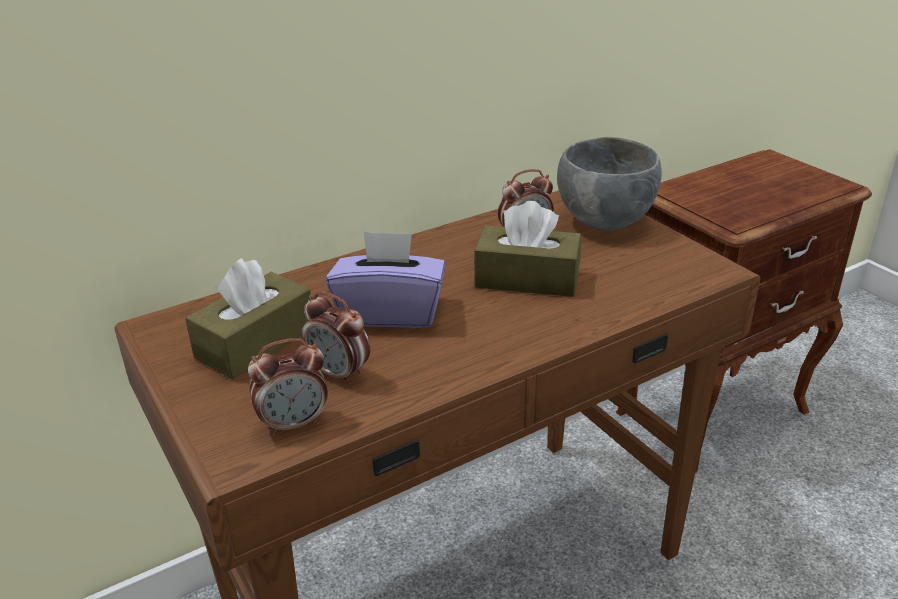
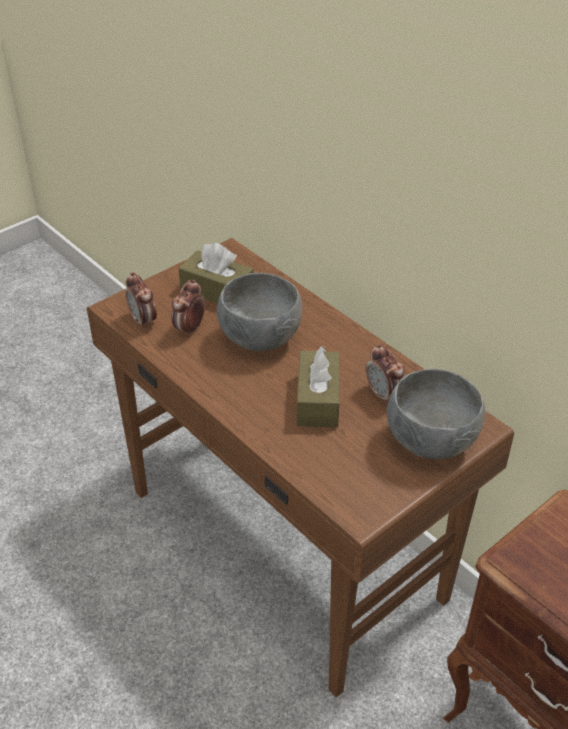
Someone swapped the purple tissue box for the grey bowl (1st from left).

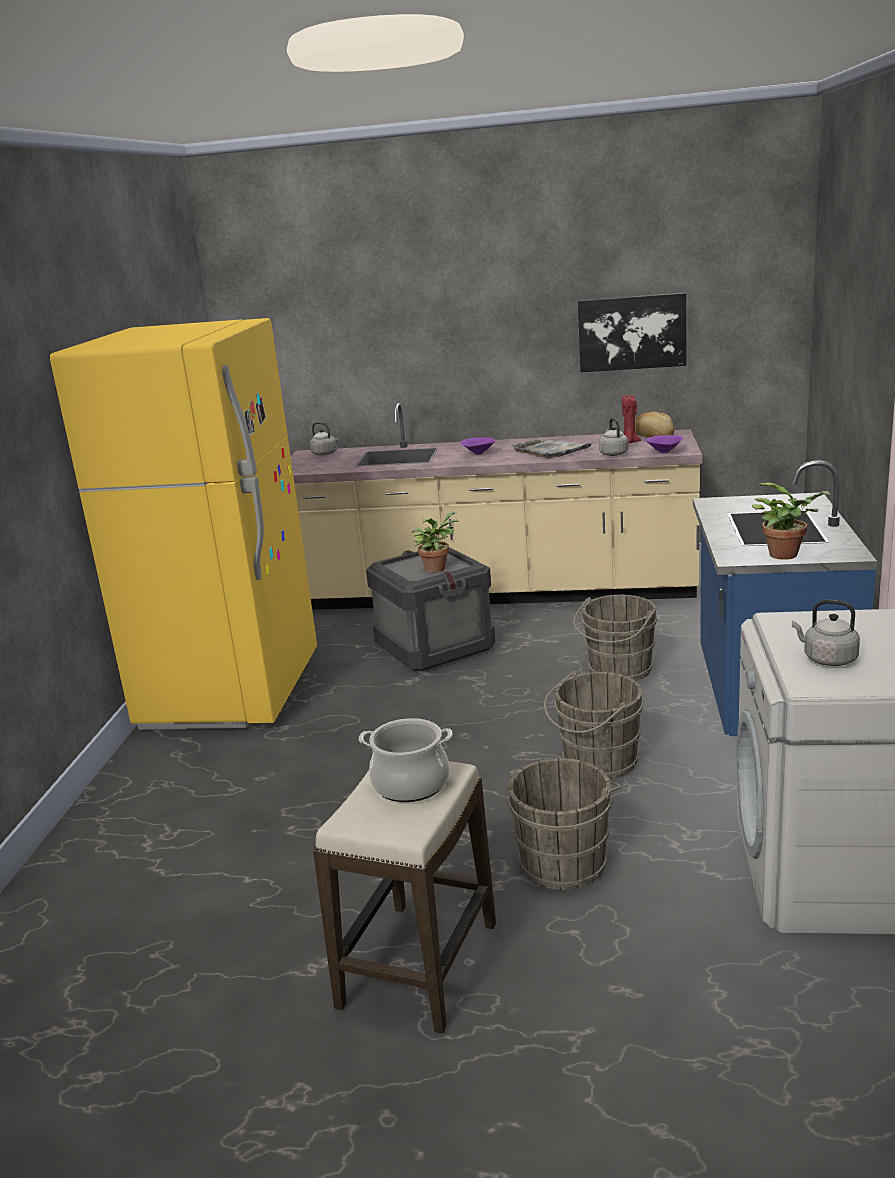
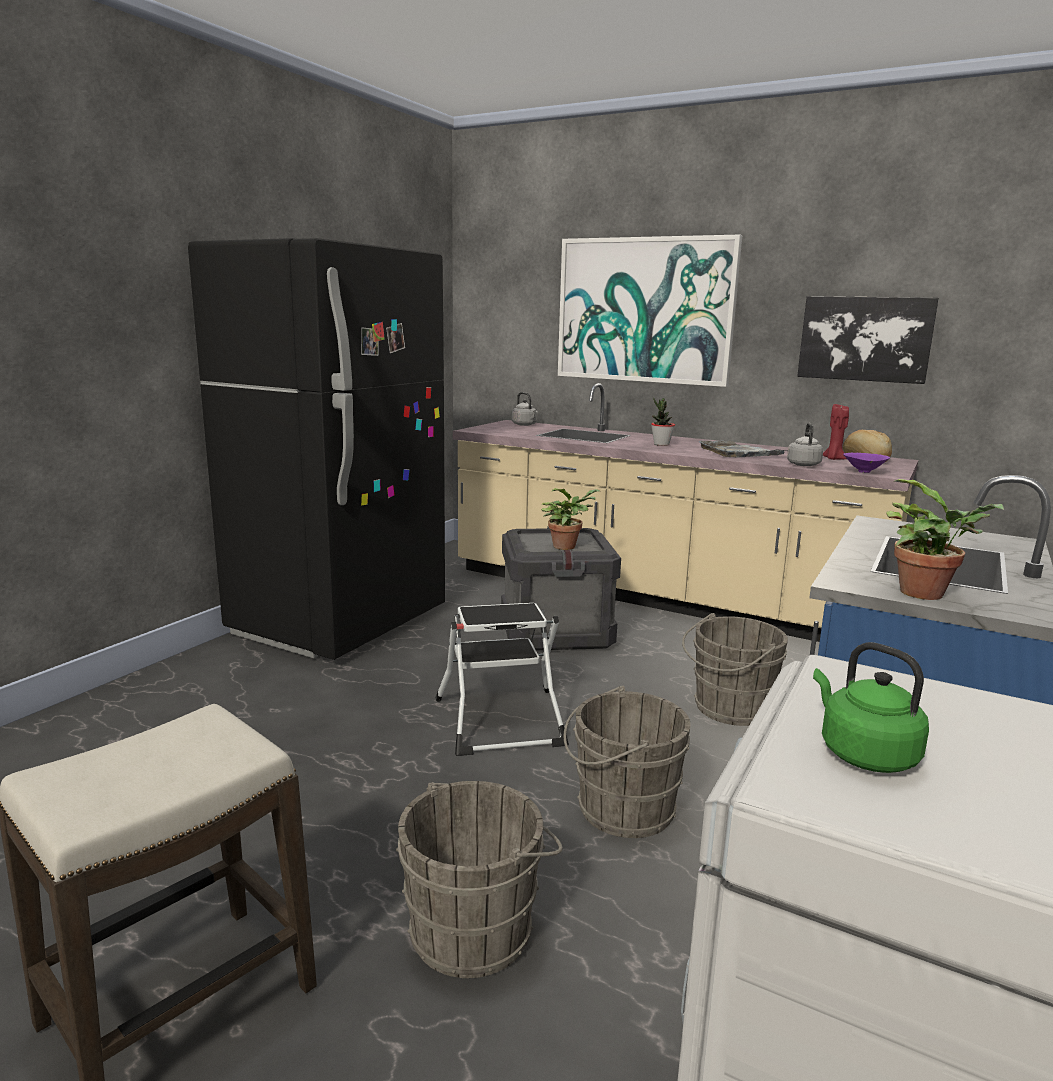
Someone repainted the yellow fridge, which became the black fridge. Someone swapped the purple bowl (1st from left) for the potted plant (2nd from left). Someone repainted the grey kettle (3rd from left), which became the green kettle. Someone took away the cooking pot. Someone put up the picture (1st from left). Someone put down the step ladder.

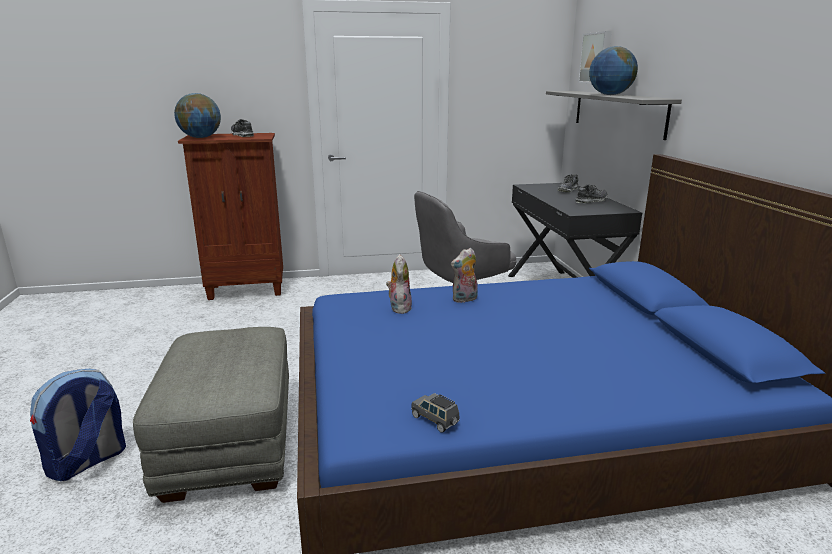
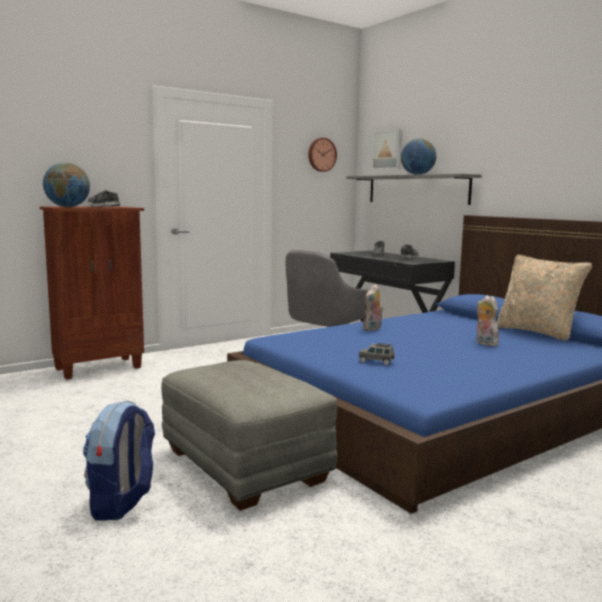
Someone carried the plush toy (1st from left in the first image). Someone carried the grey toy car. Someone put up the wall clock. Someone put down the beige pillow.

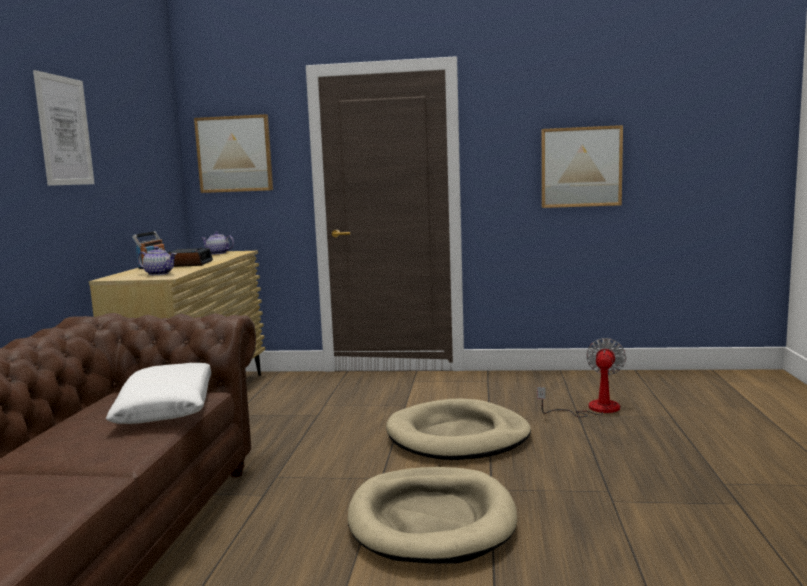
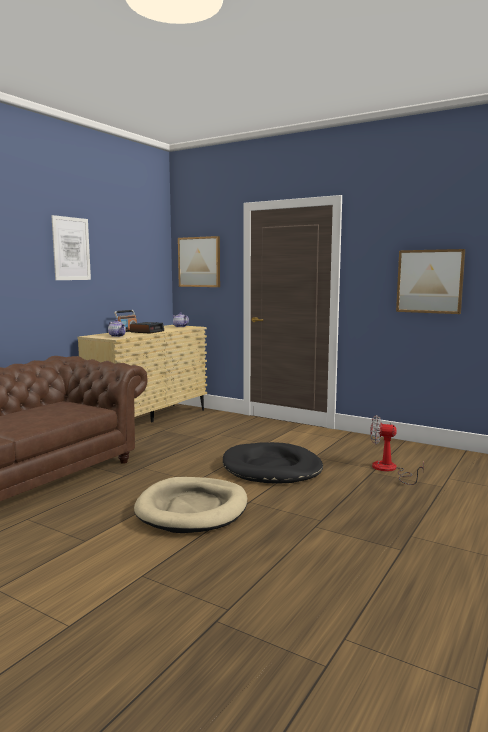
Someone rotated the fan by 120 degrees counterclockwise. Someone took away the white pillow. Someone repainted the beige dog bed (2nd from left), which became the black dog bed.

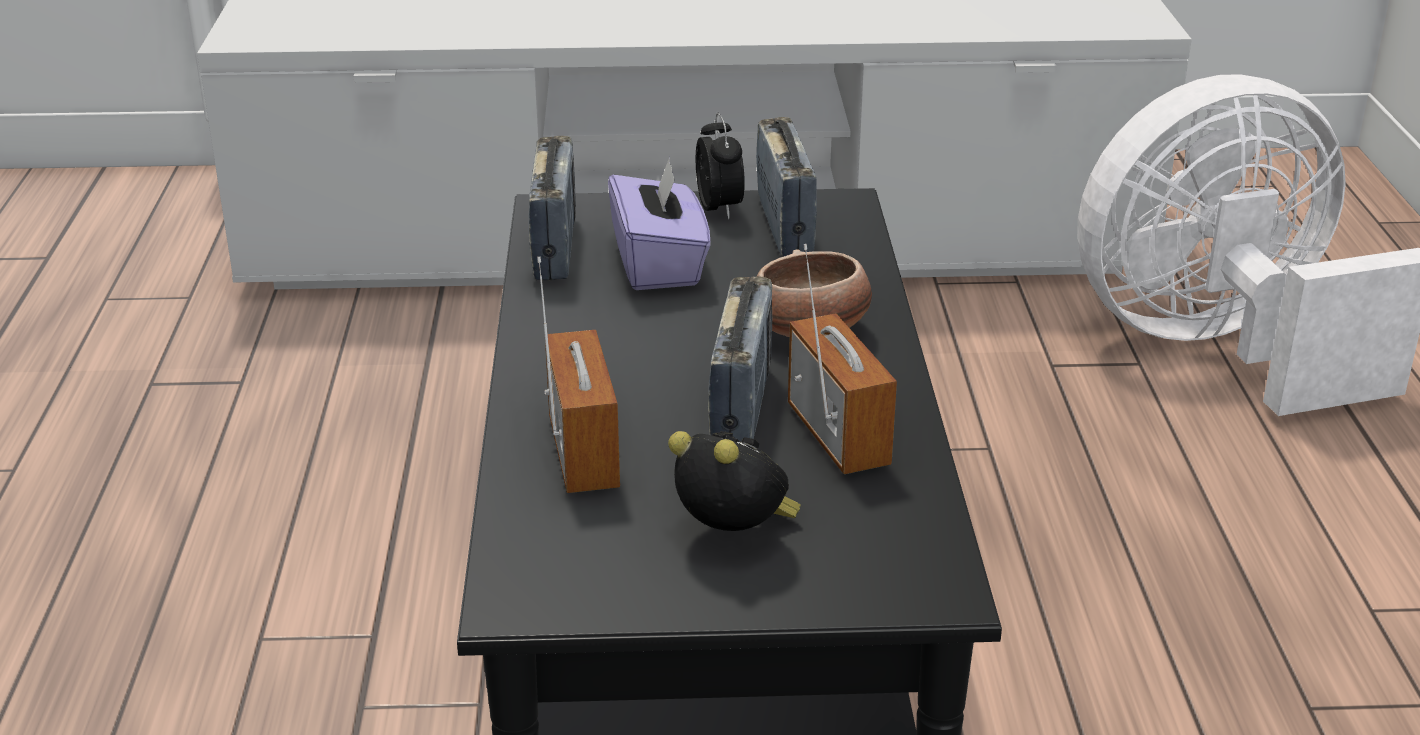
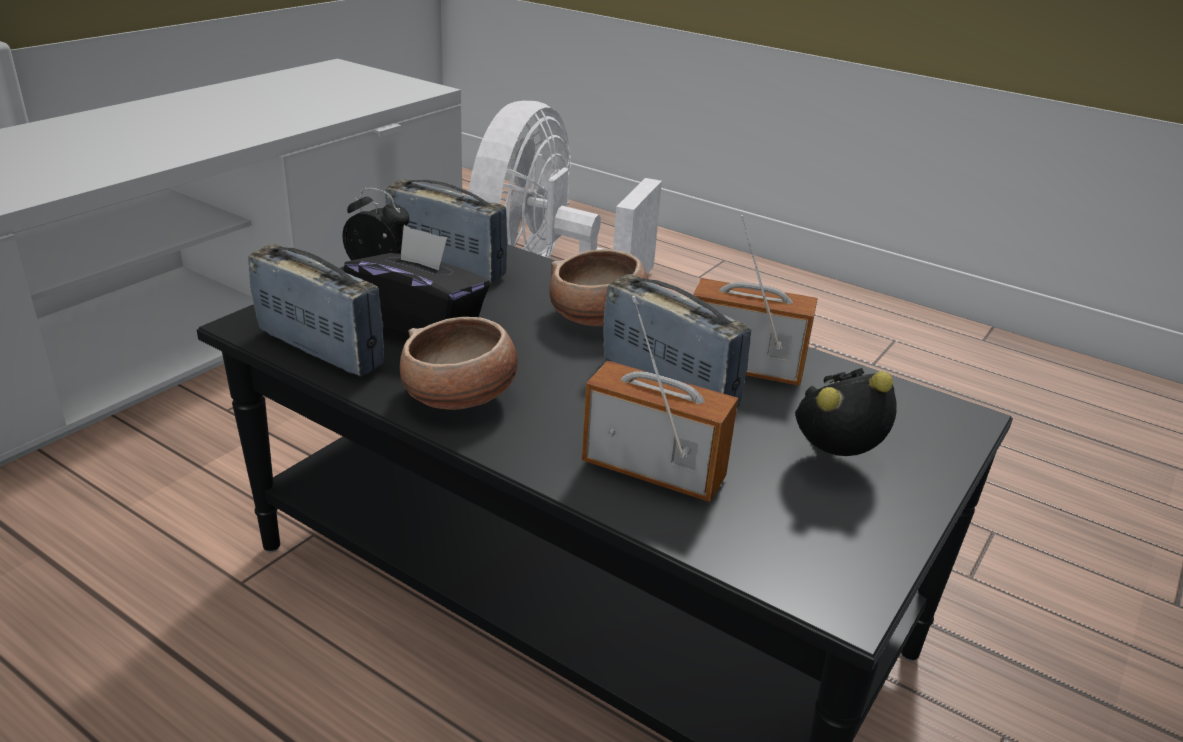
Someone repainted the purple tissue box, which became the black tissue box. Someone put down the bowl (1st from left).

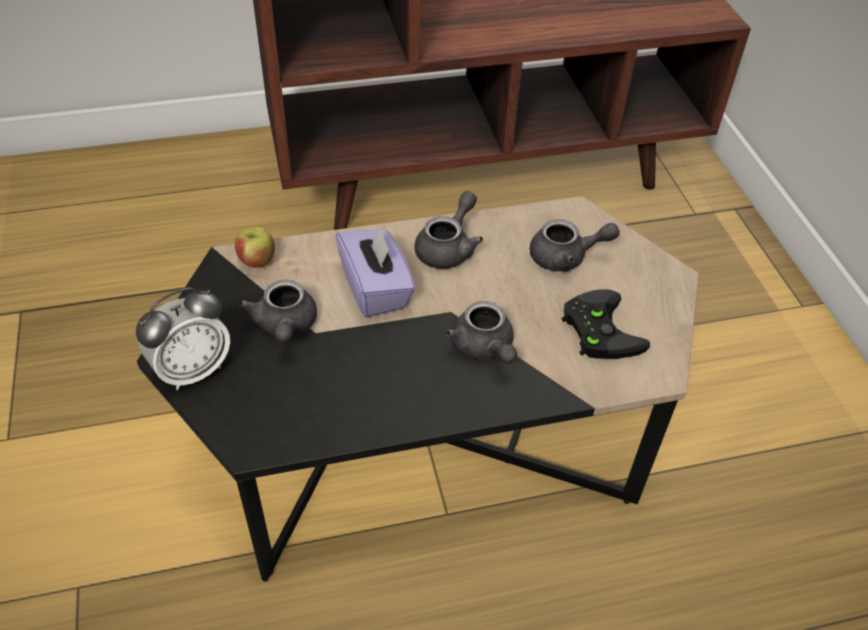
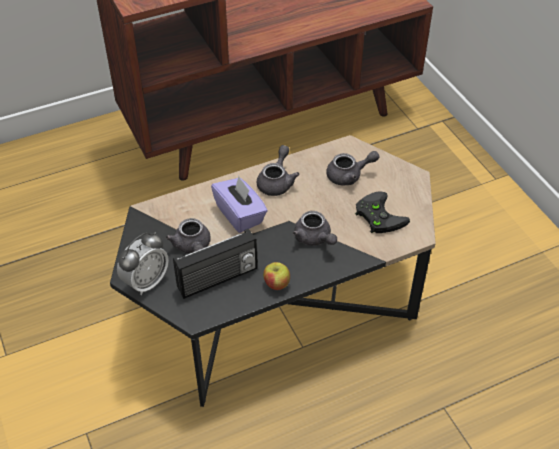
Someone carried the apple. Someone put down the radio.

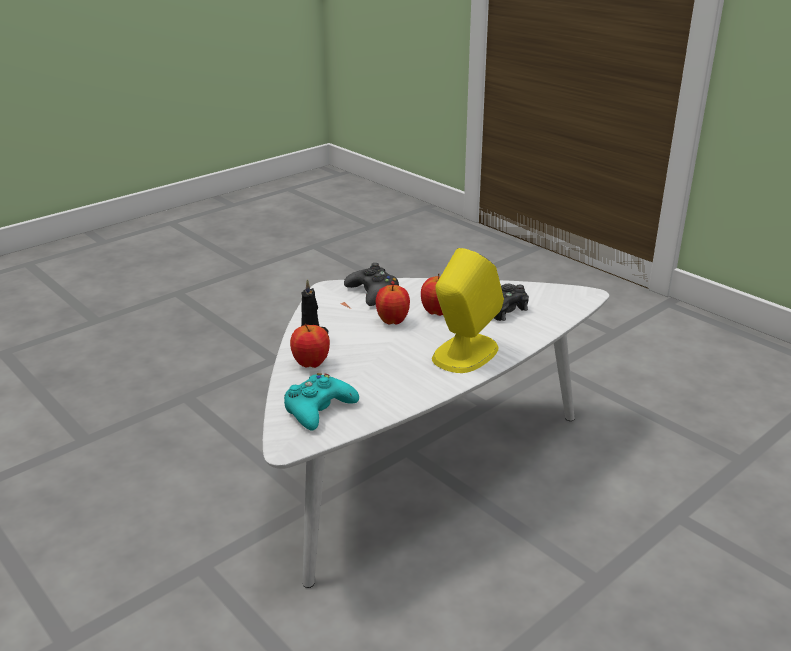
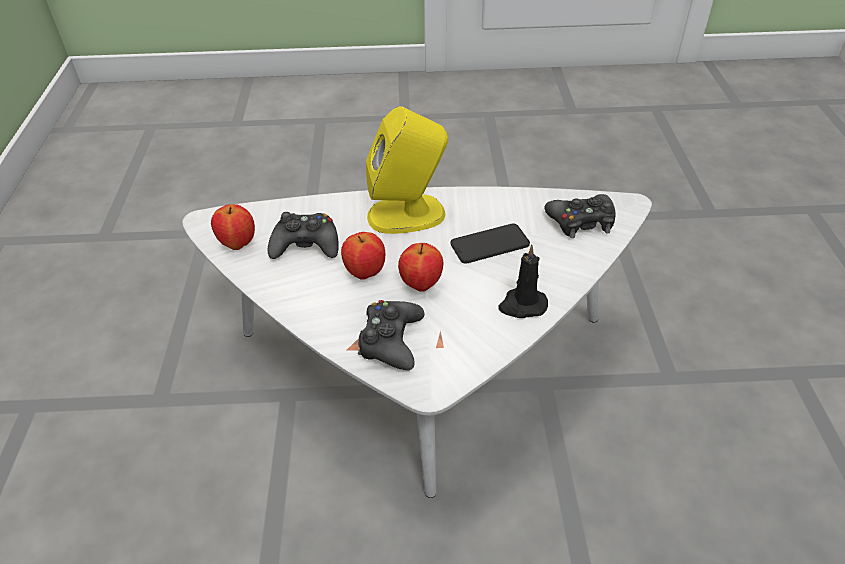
Someone carried the apple (1st from left). Someone repainted the turquoise game controller, which became the black game controller (3rd from left). Someone put down the phone.

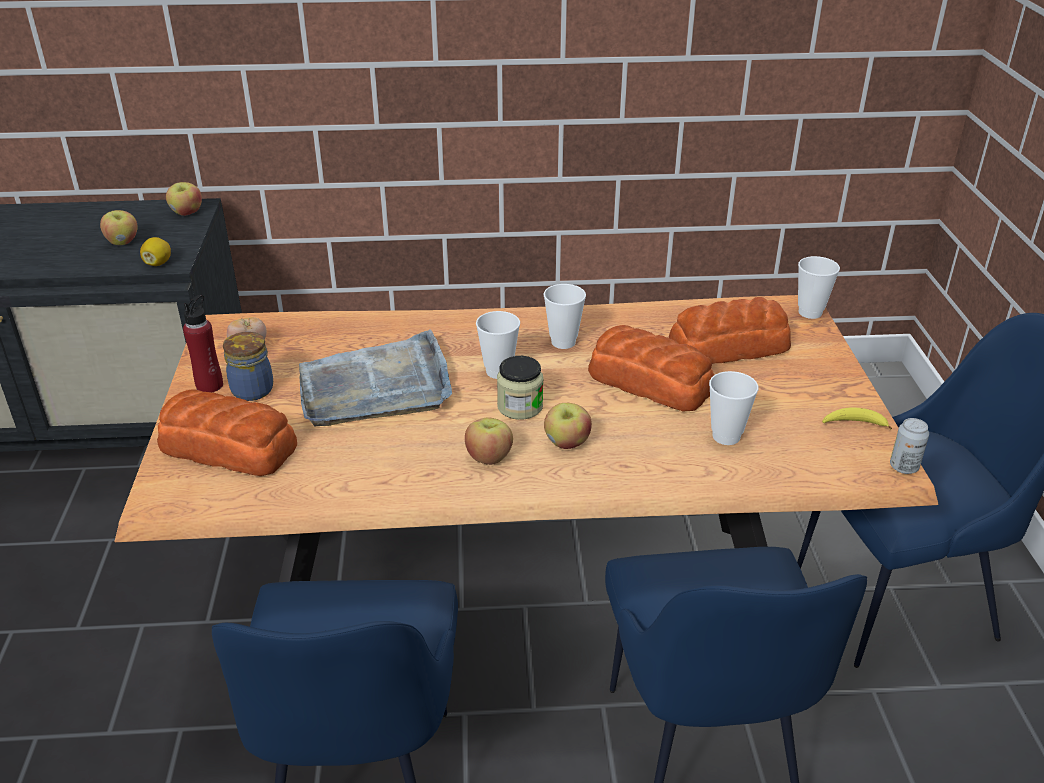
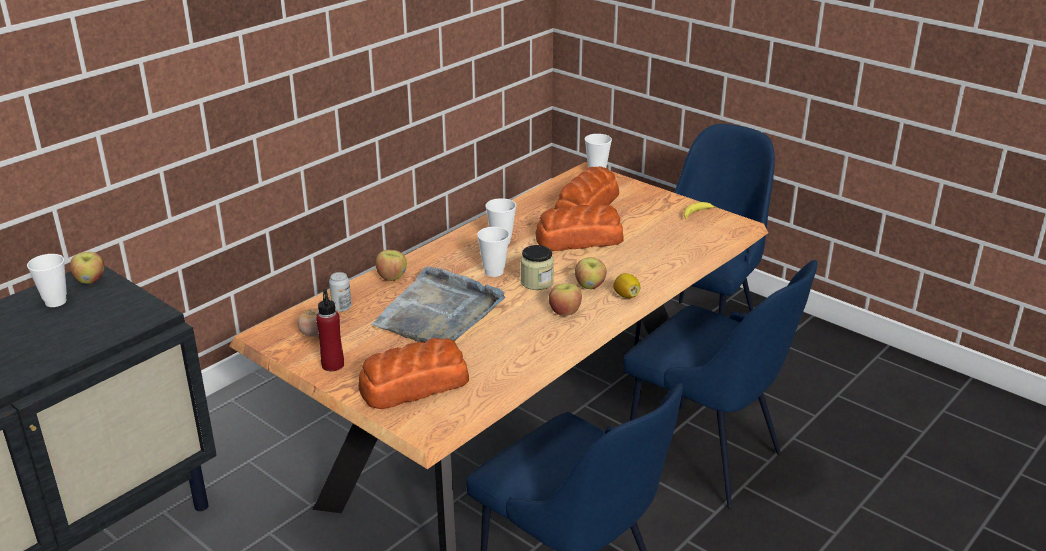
Someone carried the apple (1st from left in the first image). Someone carried the lemon. Someone took away the jar (1st from left). Someone carried the cup (3rd from left in the first image). Someone carried the can.

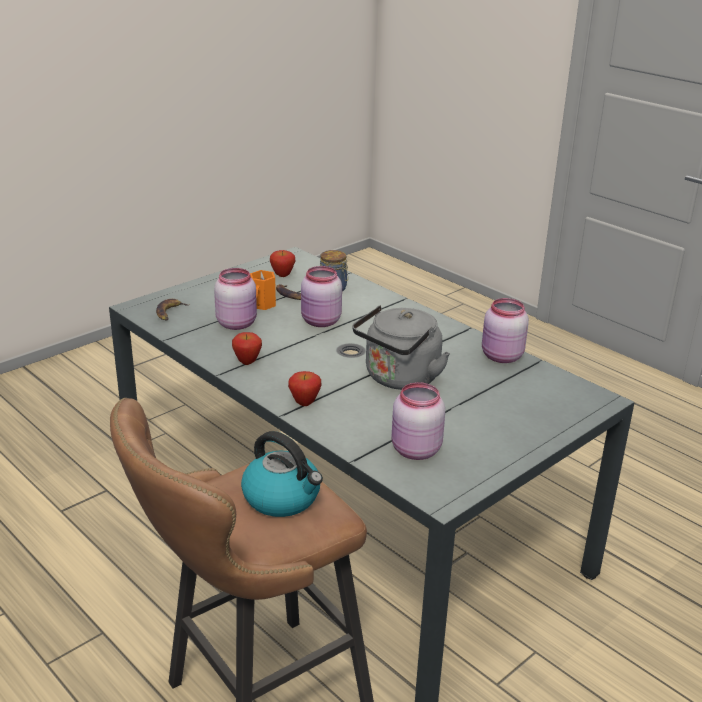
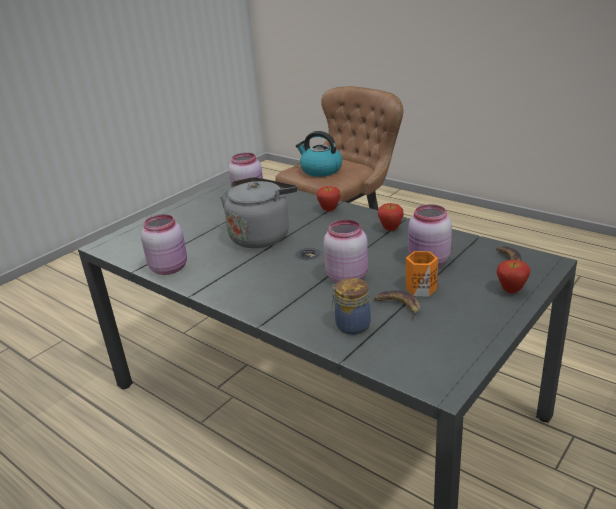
Someone carried the apple (2nd from left in the first image).

